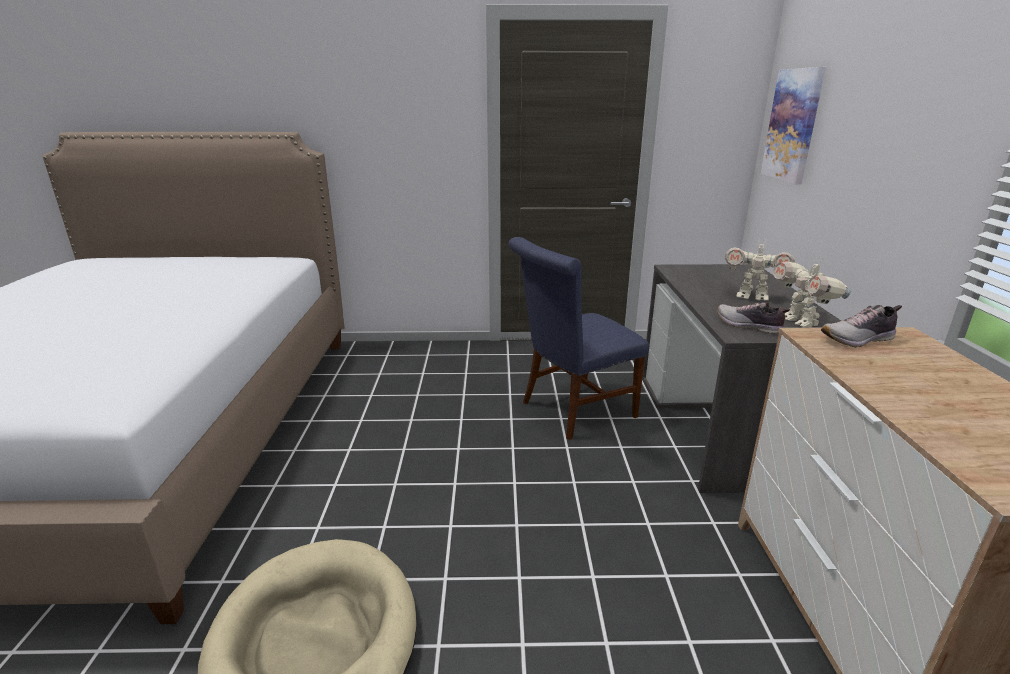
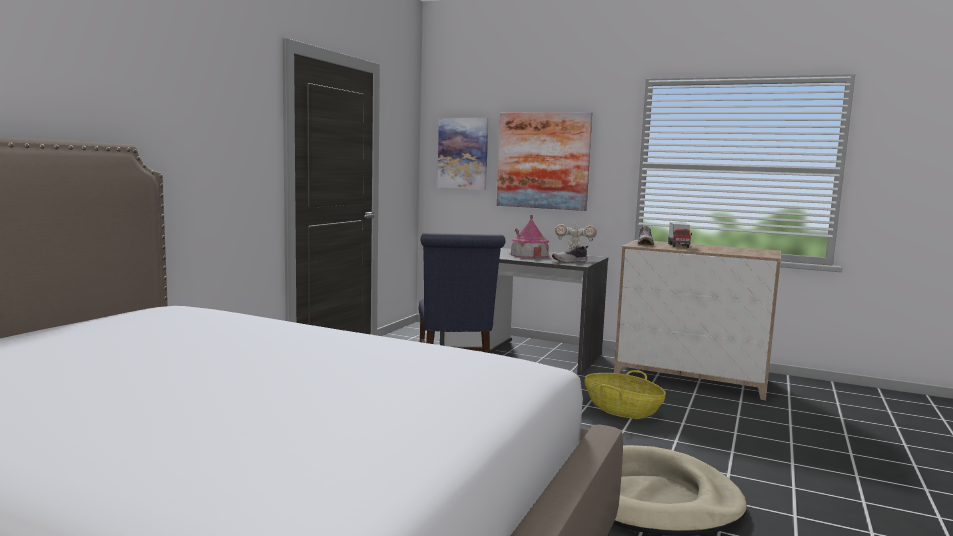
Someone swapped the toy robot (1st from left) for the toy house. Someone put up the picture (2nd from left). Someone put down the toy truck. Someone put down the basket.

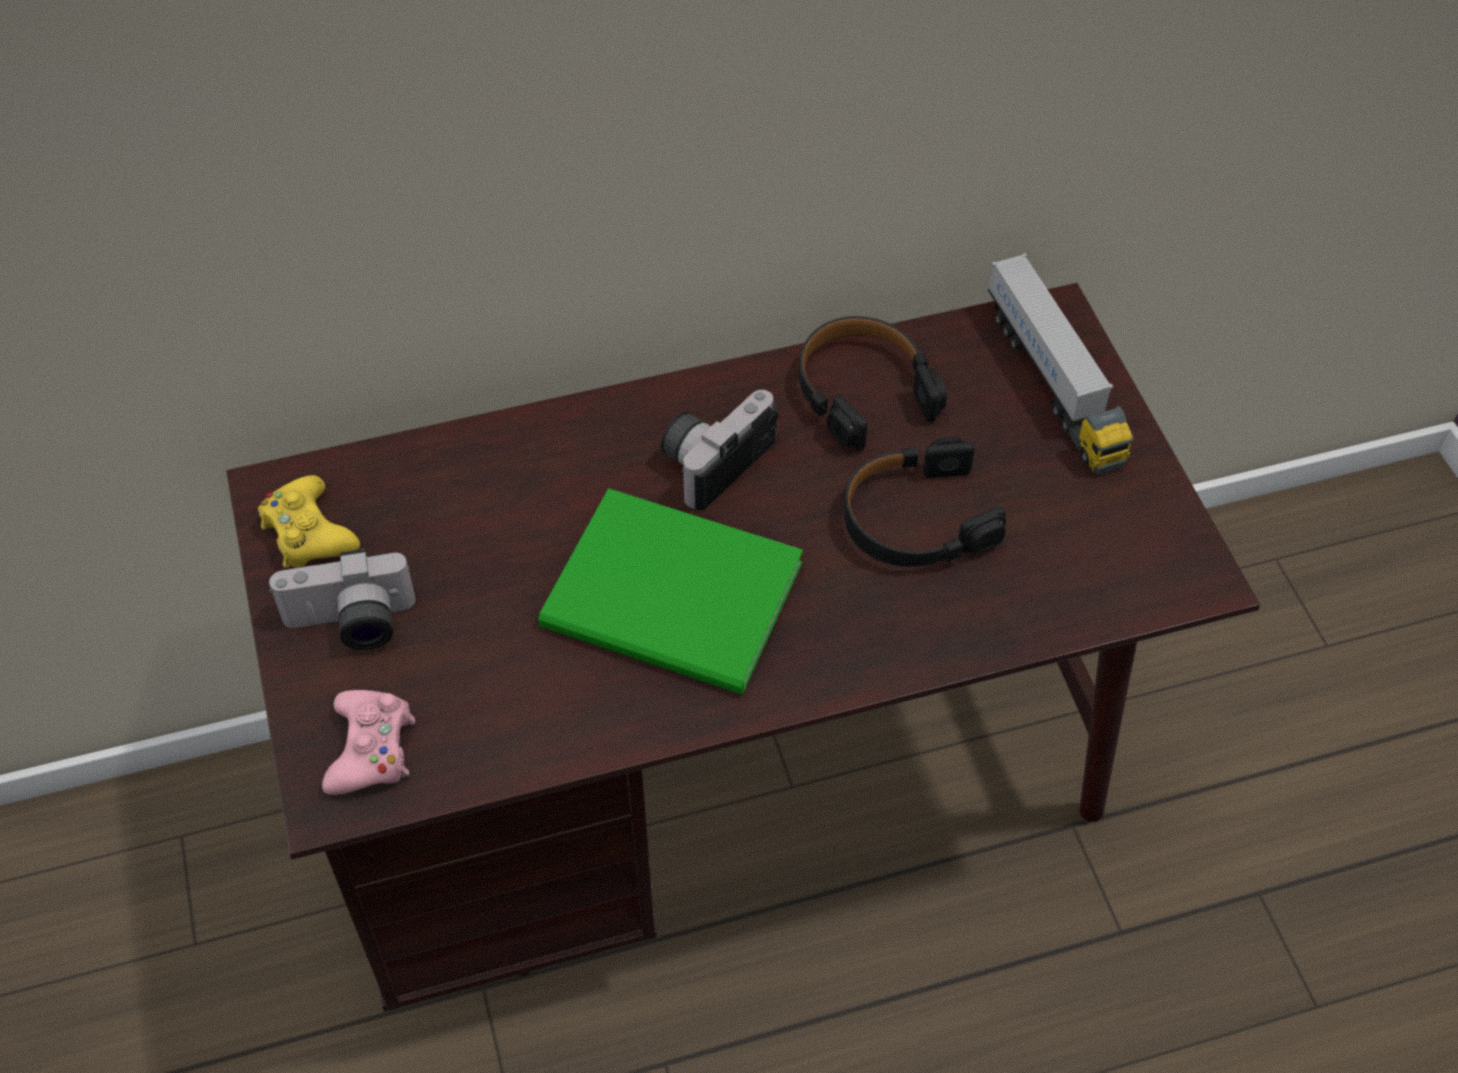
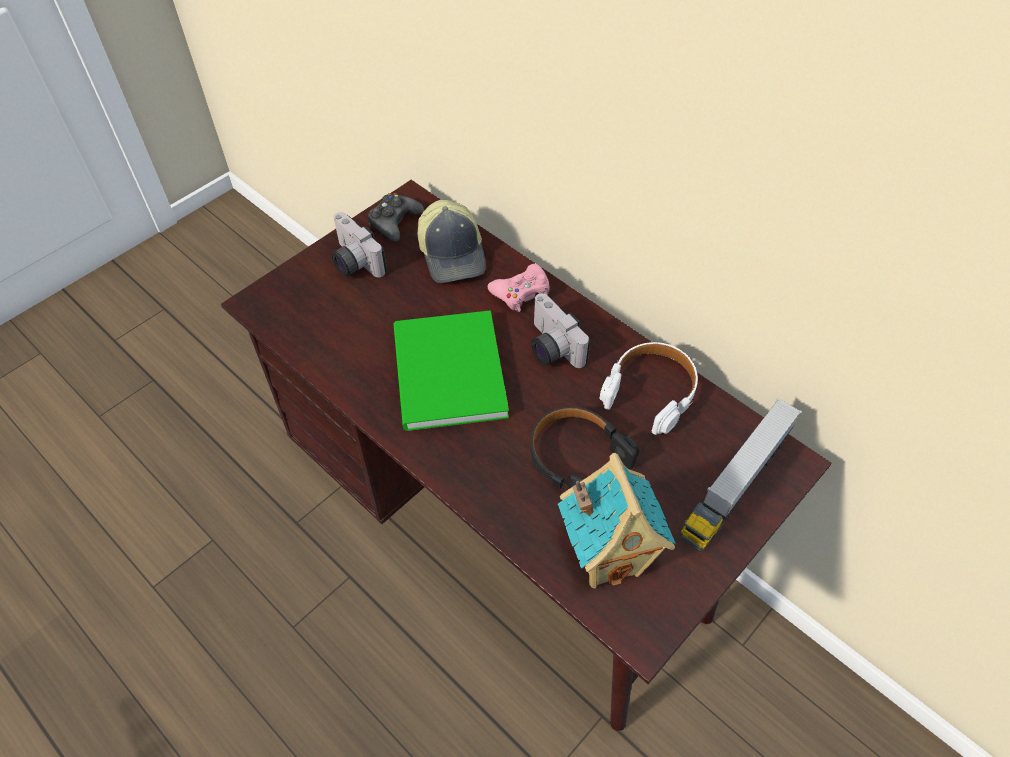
Someone repainted the black headphones (1st from left), which became the white headphones. Someone rotated the photo camera (2nd from left) by 135 degrees counterclockwise. Someone repainted the yellow game controller, which became the black game controller. Someone carried the pink game controller. Someone put down the cap. Someone put down the toy house.

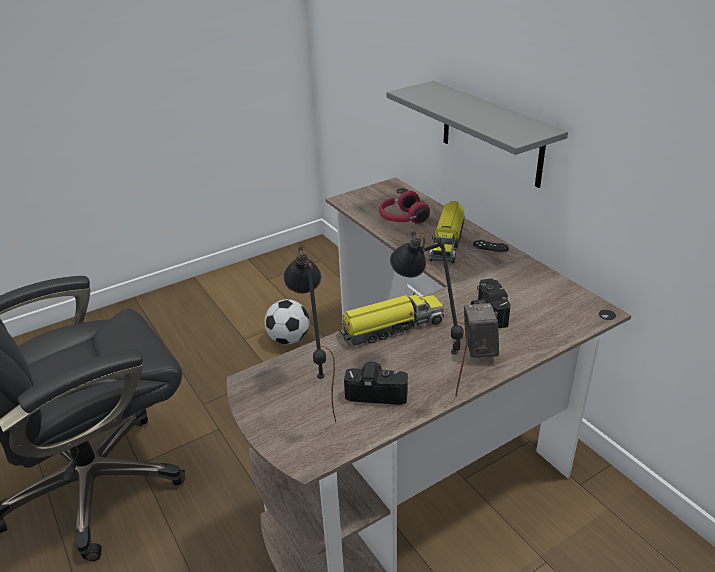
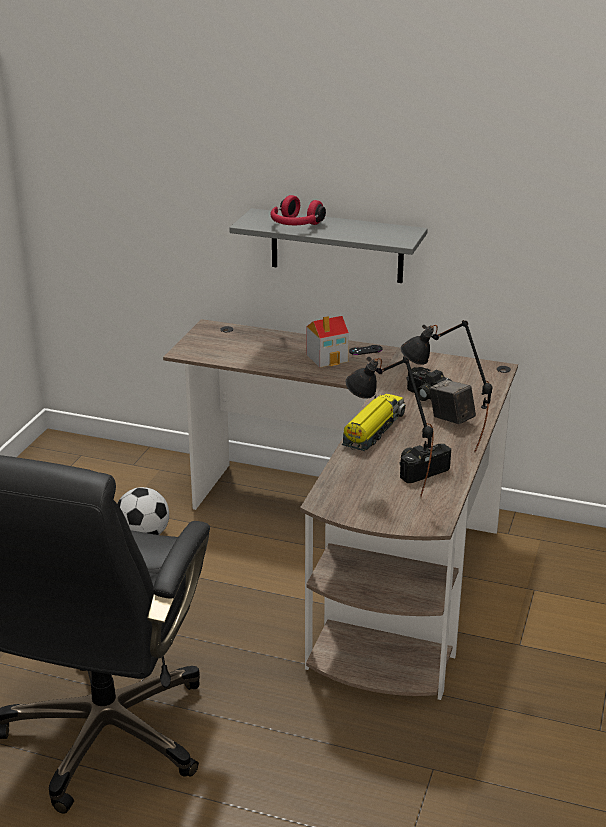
Someone carried the red headphones. Someone swapped the toy truck (2nd from left) for the toy house.

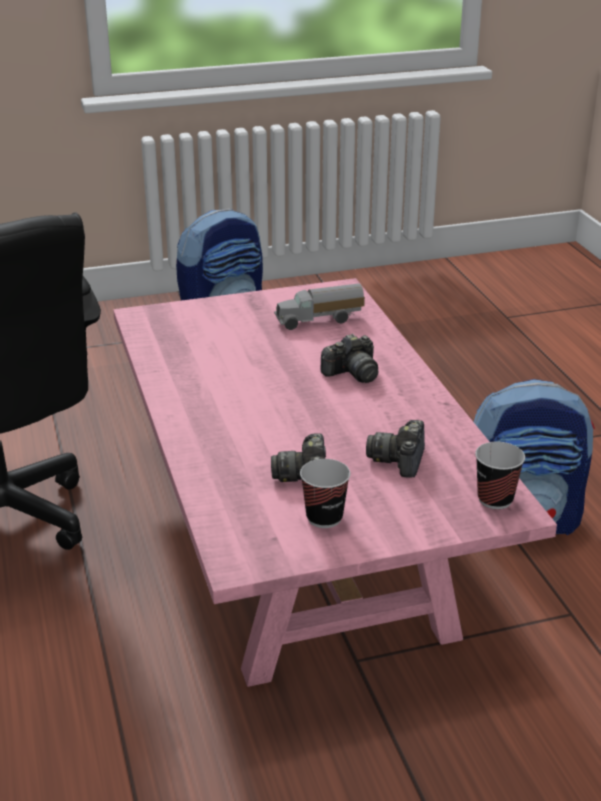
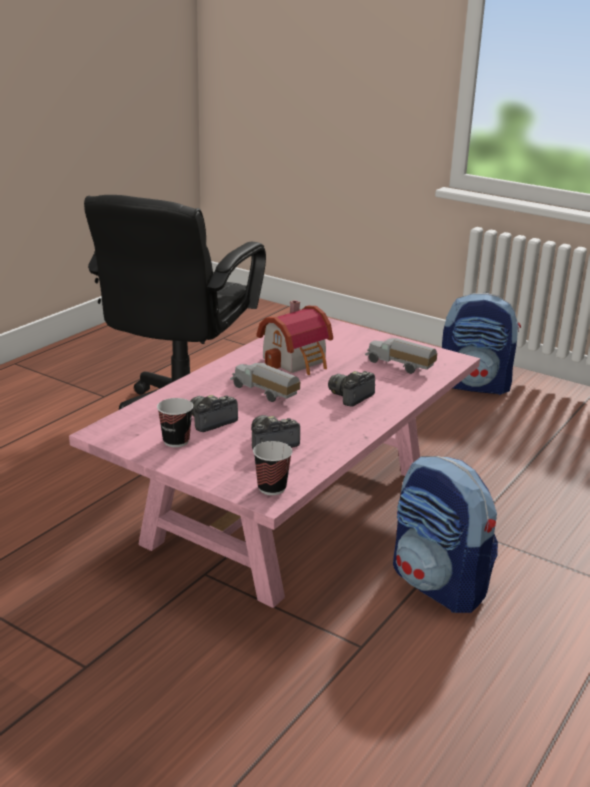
Someone rotated the photo camera (2nd from left in the first image) by 105 degrees clockwise. Someone put down the toy house. Someone put down the toy truck (1st from left).

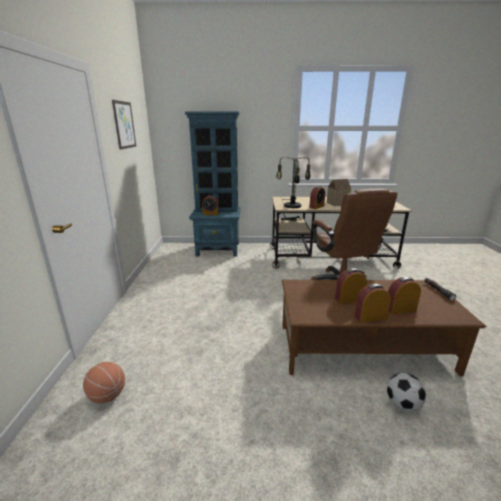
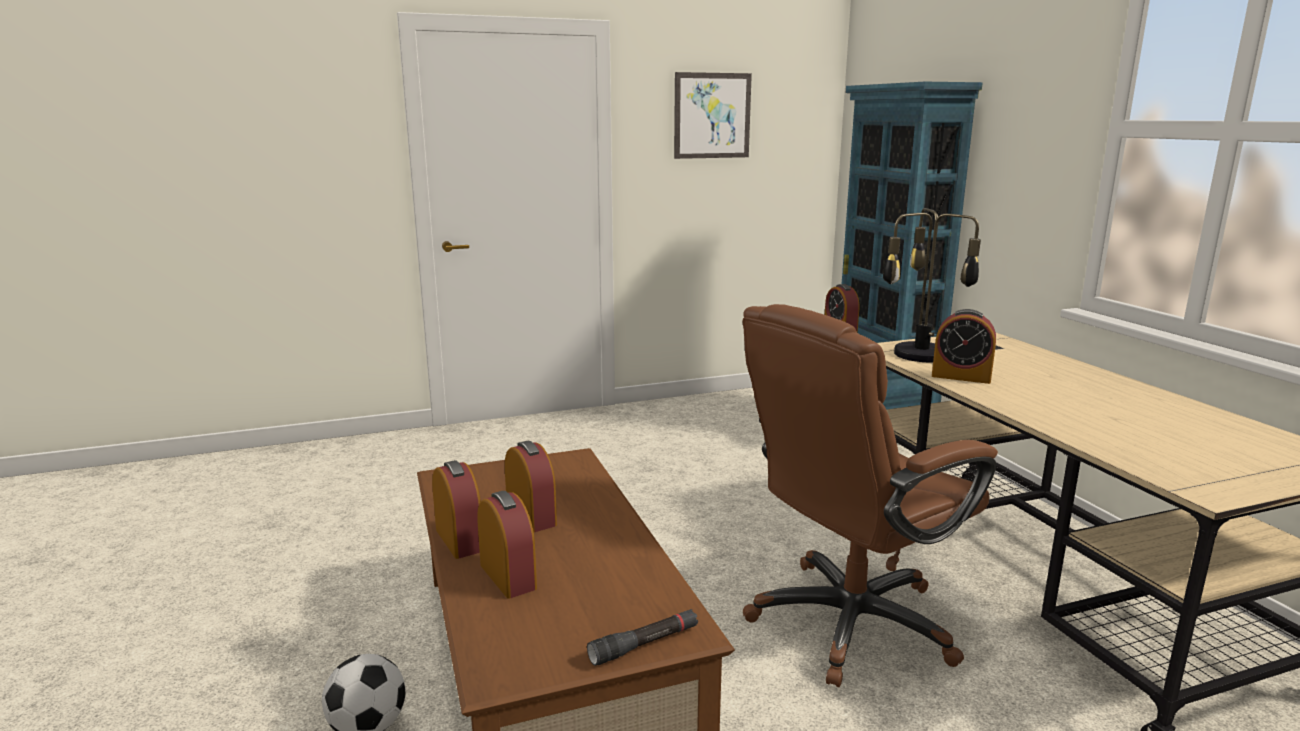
Someone took away the toy house. Someone took away the basketball.

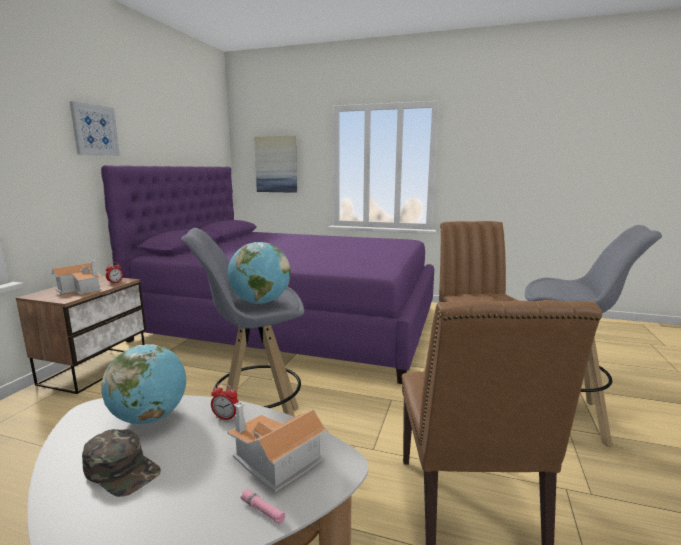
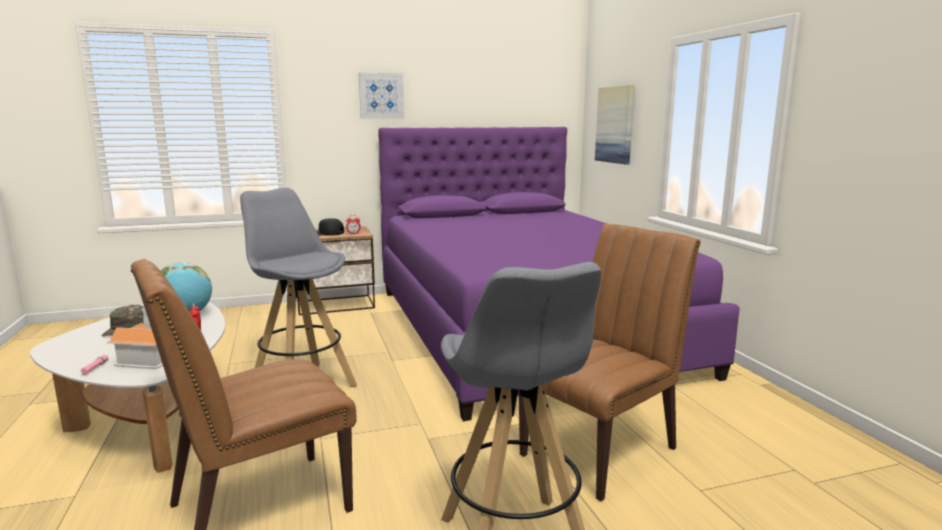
Someone took away the globe (2nd from left). Someone swapped the toy house (1st from left) for the black cap.

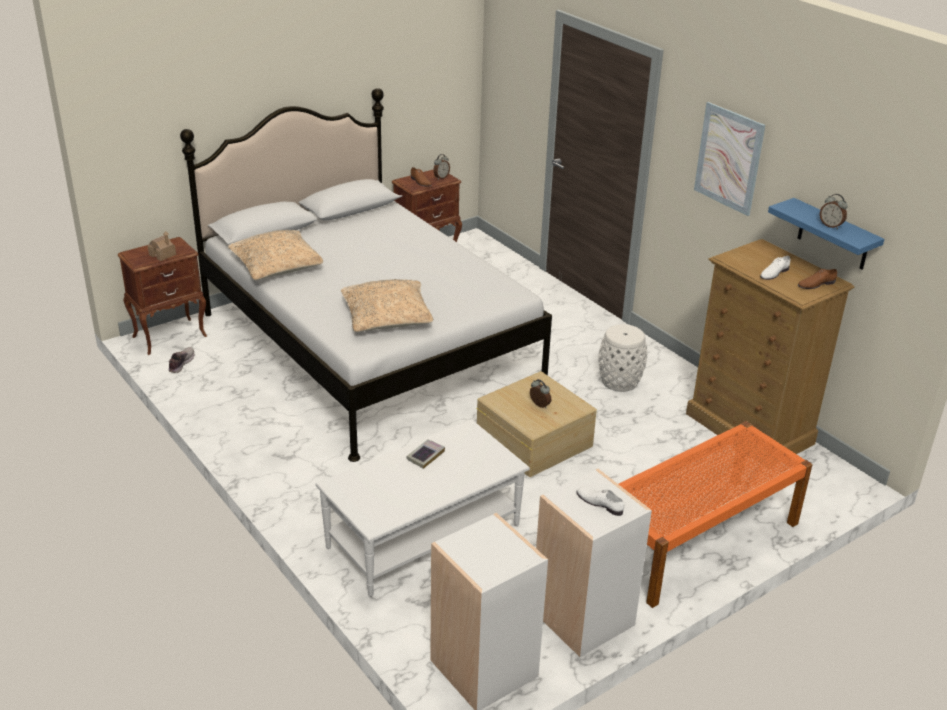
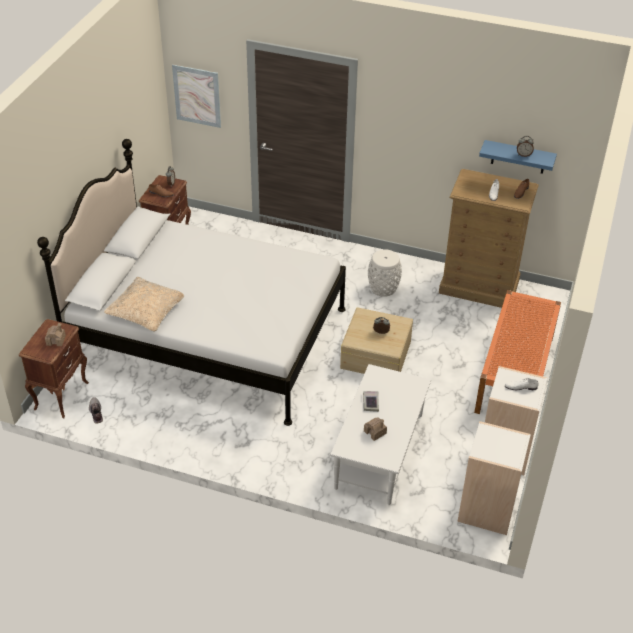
Someone carried the picture. Someone took away the beige pillow (2nd from left). Someone put down the toy house (2nd from left).

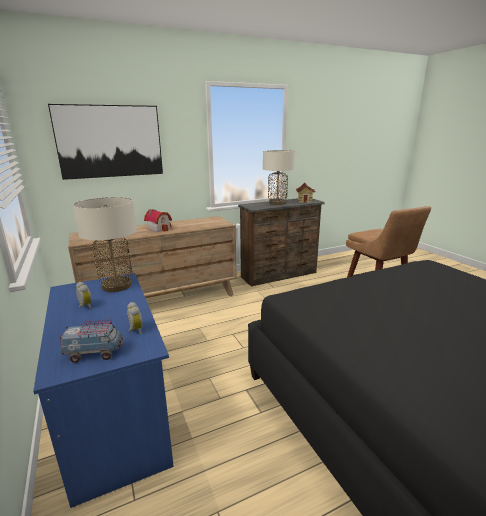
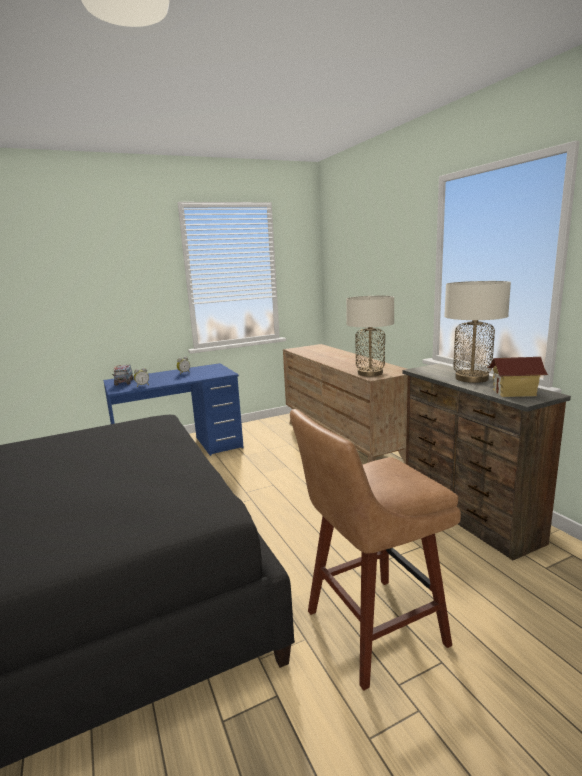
Someone took away the picture. Someone carried the table lamp (1st from left). Someone took away the toy house (1st from left).

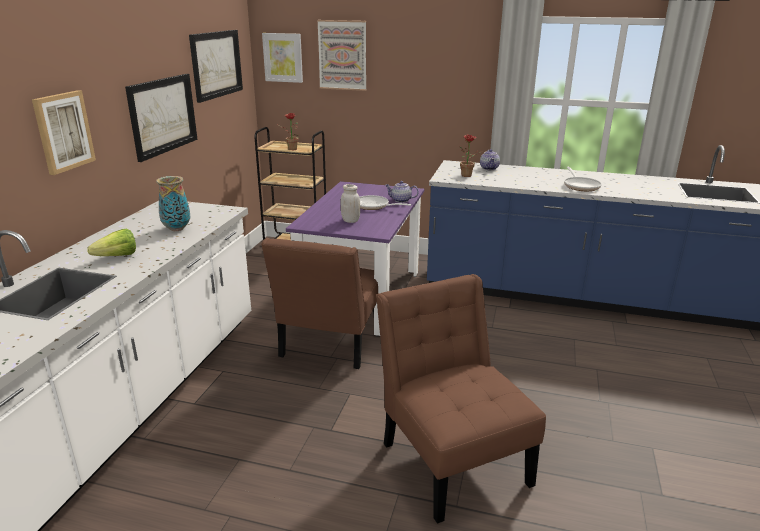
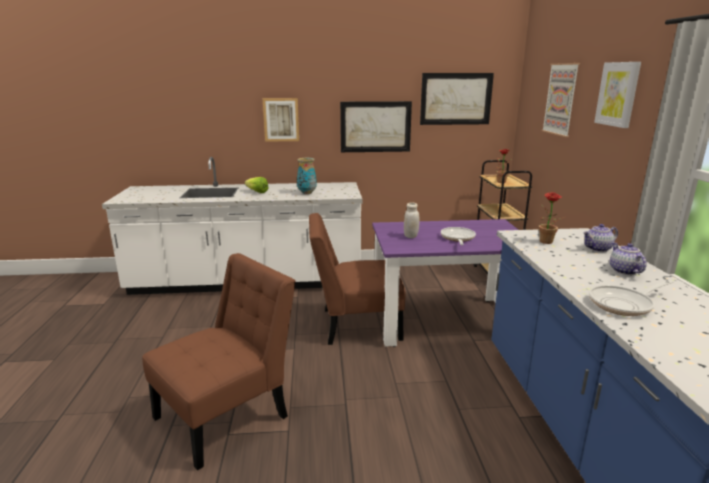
Someone carried the picture (4th from left in the first image). Someone carried the teapot (1st from left in the first image).

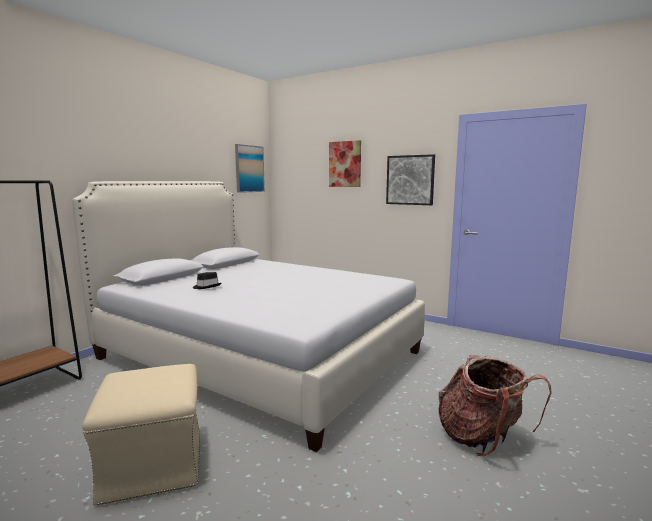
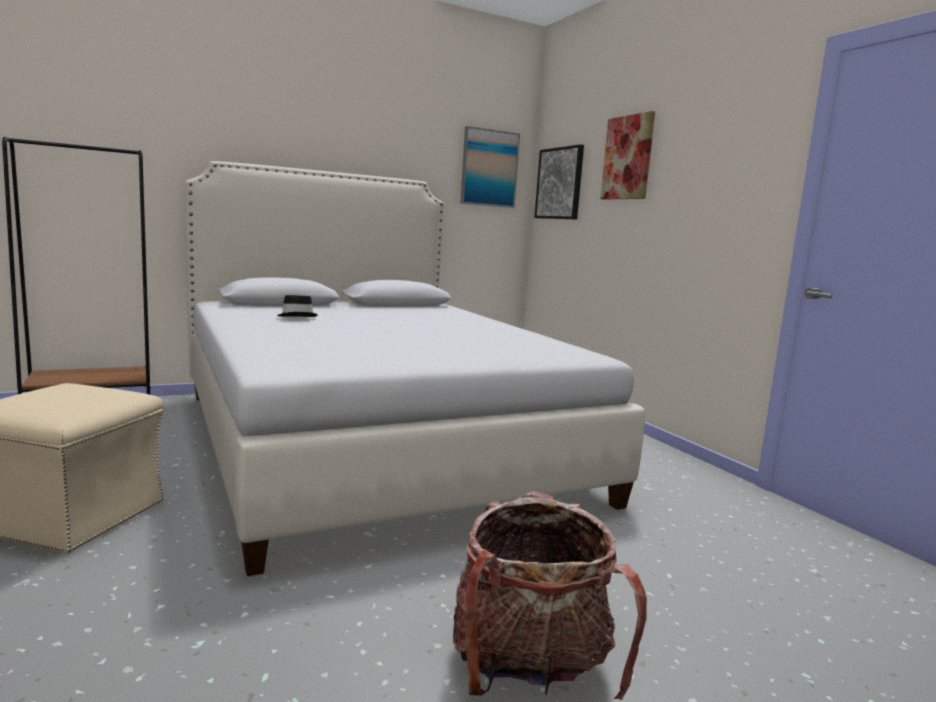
Someone carried the picture (3rd from left in the first image).

